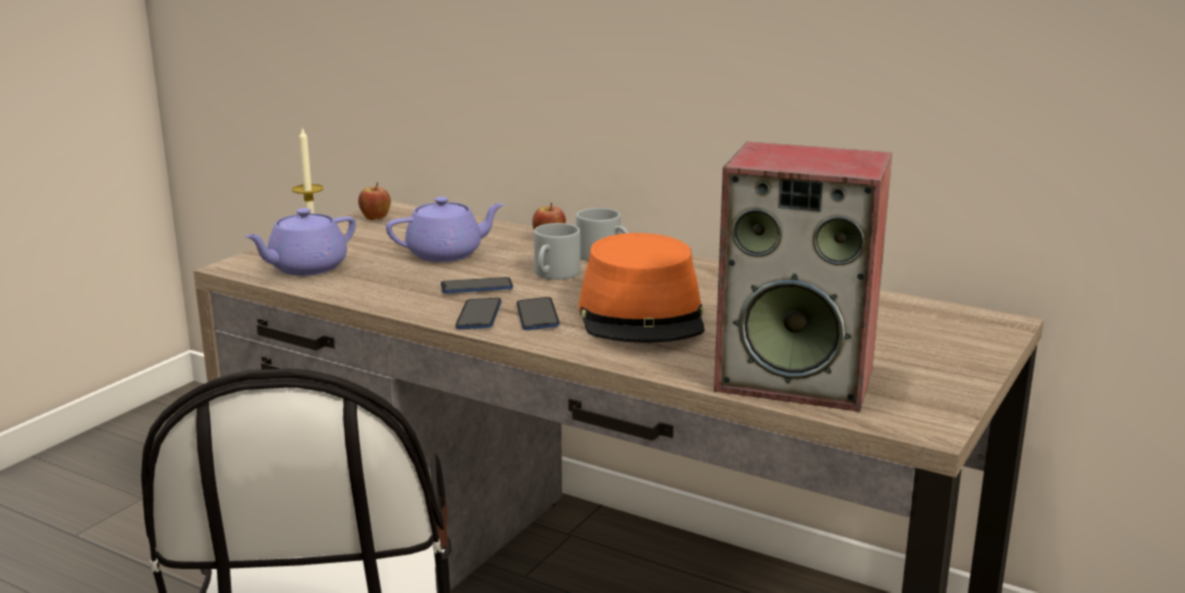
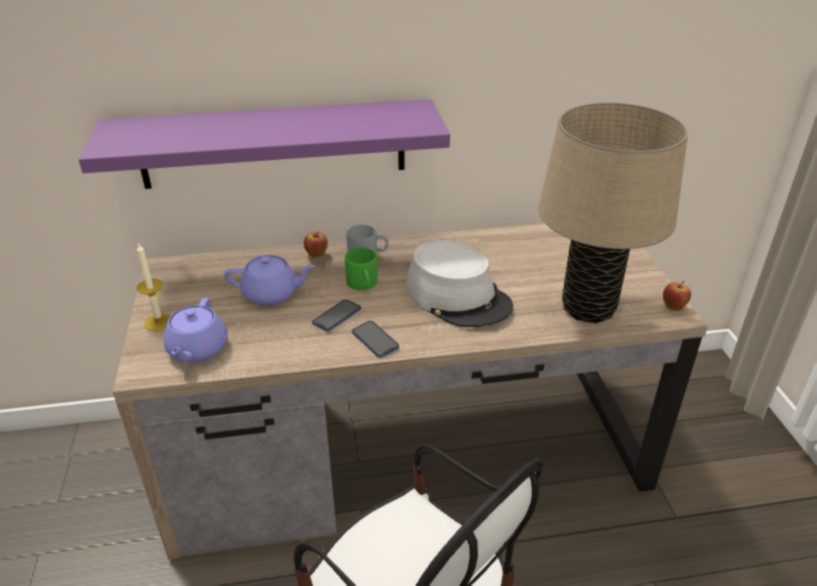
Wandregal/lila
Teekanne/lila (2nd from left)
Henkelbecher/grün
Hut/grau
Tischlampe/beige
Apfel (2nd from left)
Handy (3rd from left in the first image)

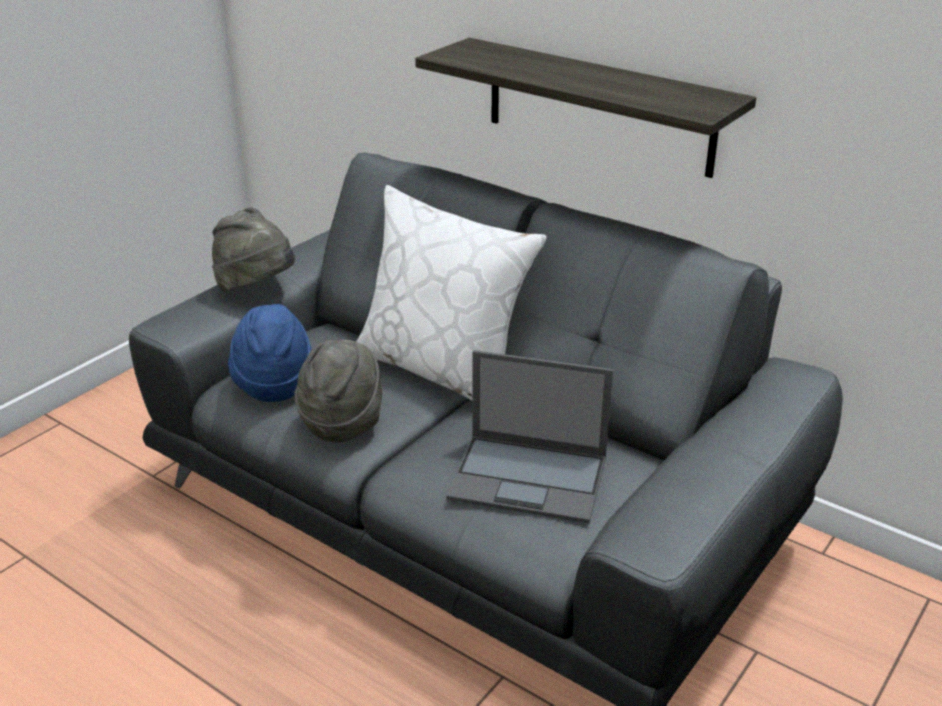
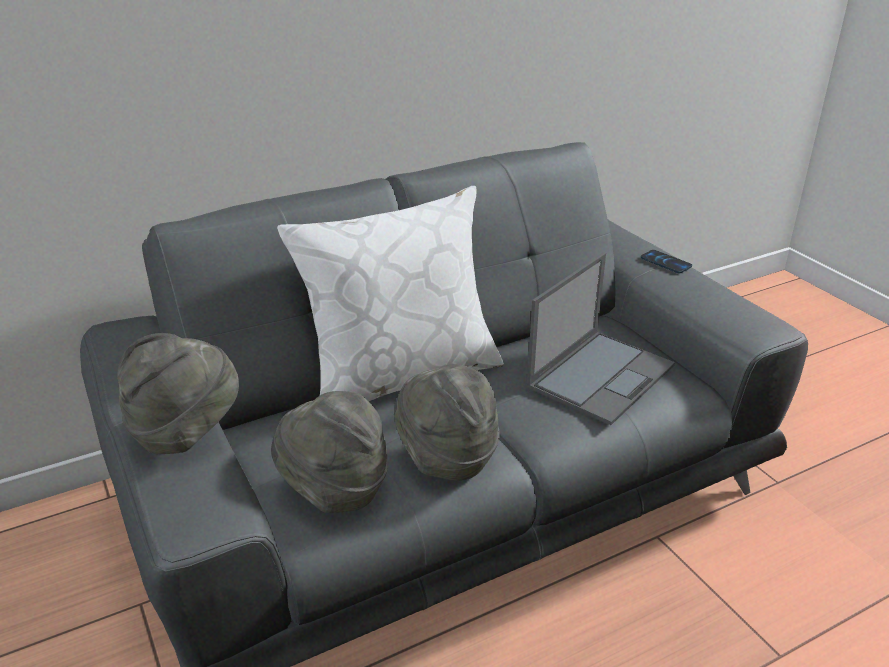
Hut/grau (2nd from left)
Handy
Wandregal

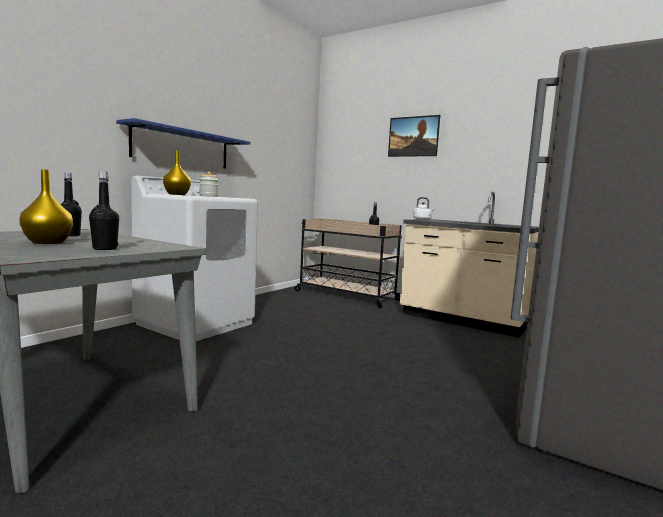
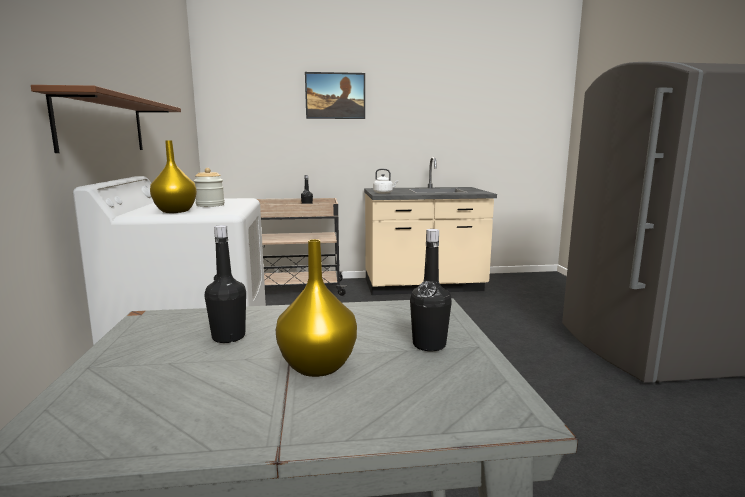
Wandregal/braun

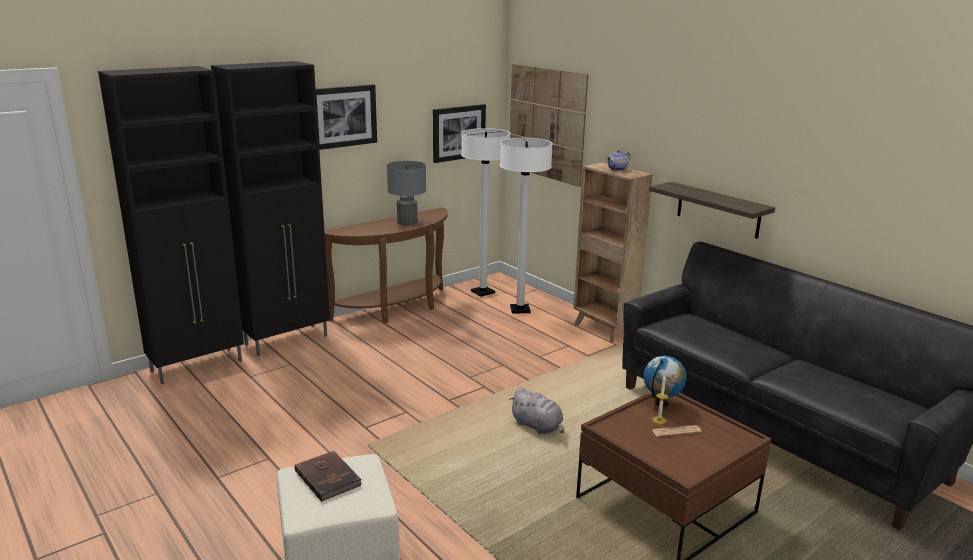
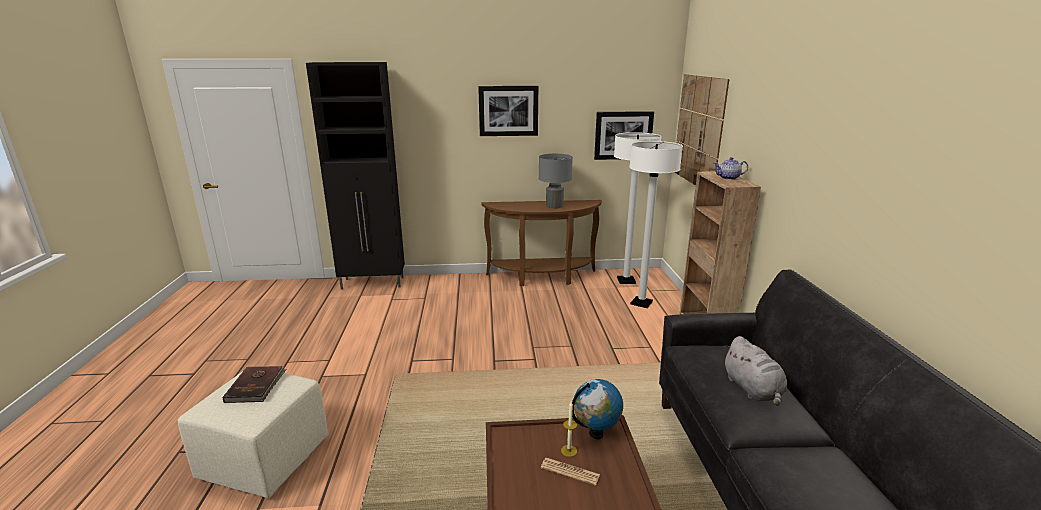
Plüschtier/grau
Schrank/schwarz (2nd from left in the first image)
Wandregal

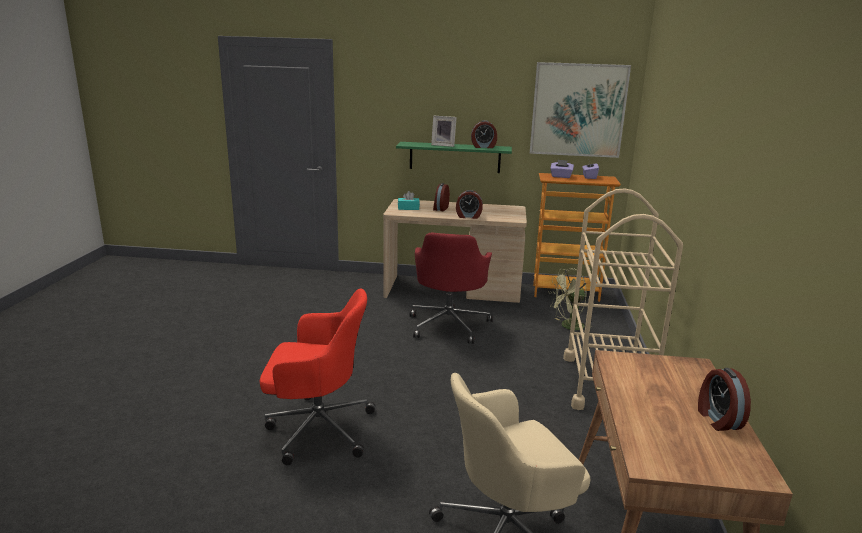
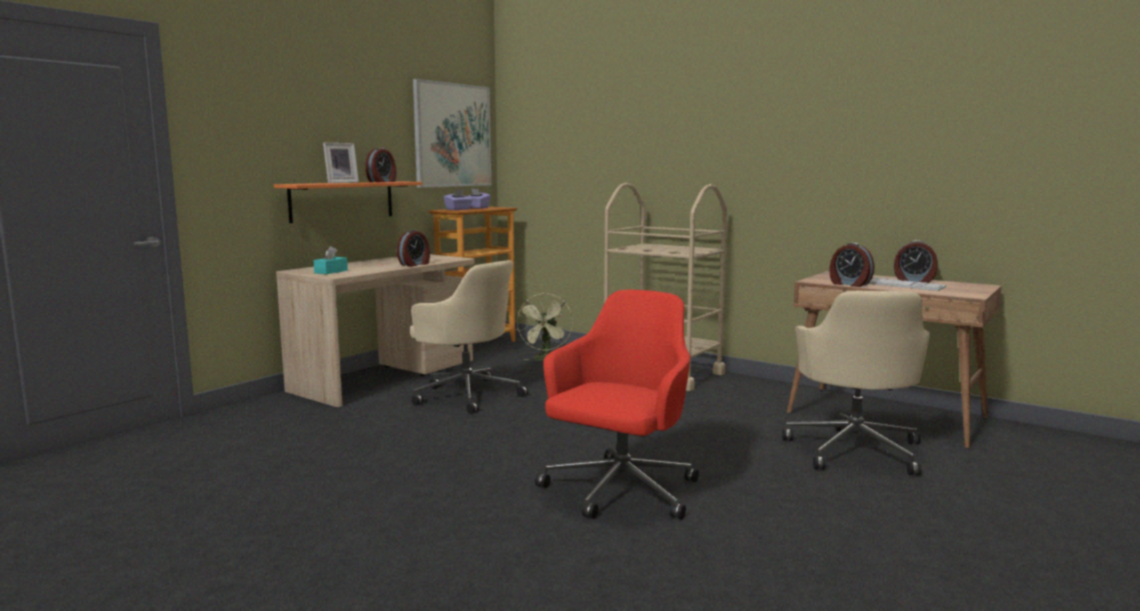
Wandregal/orange
Bürostuhl/beige (1st from left)
Wecker (3rd from left)
Tastatur

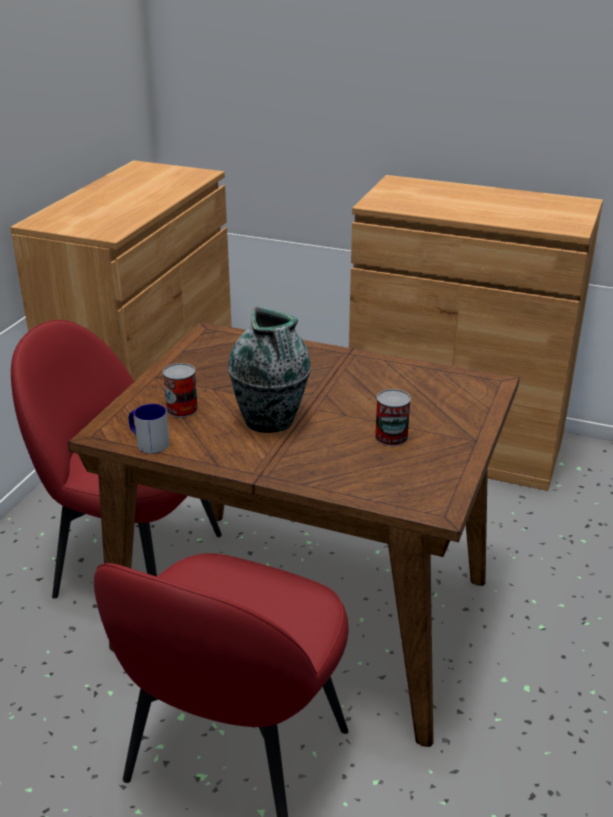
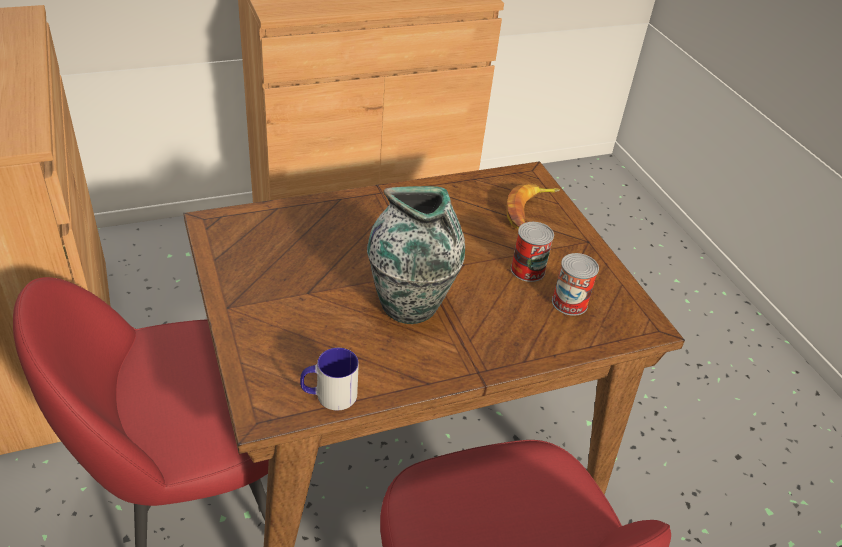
Banane
Dose (2nd from left)

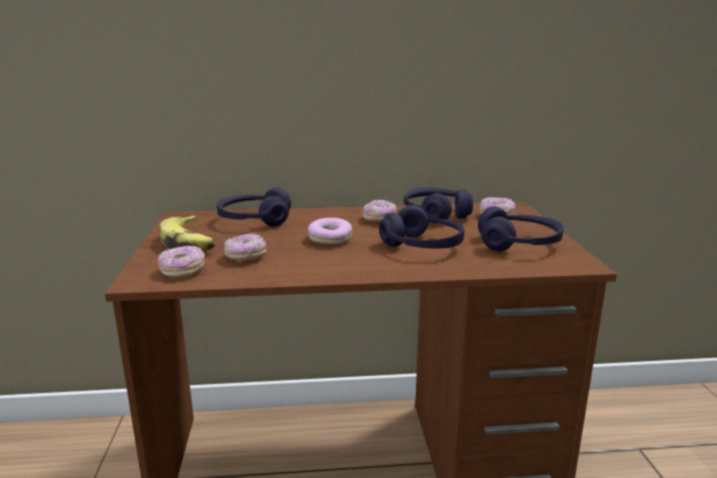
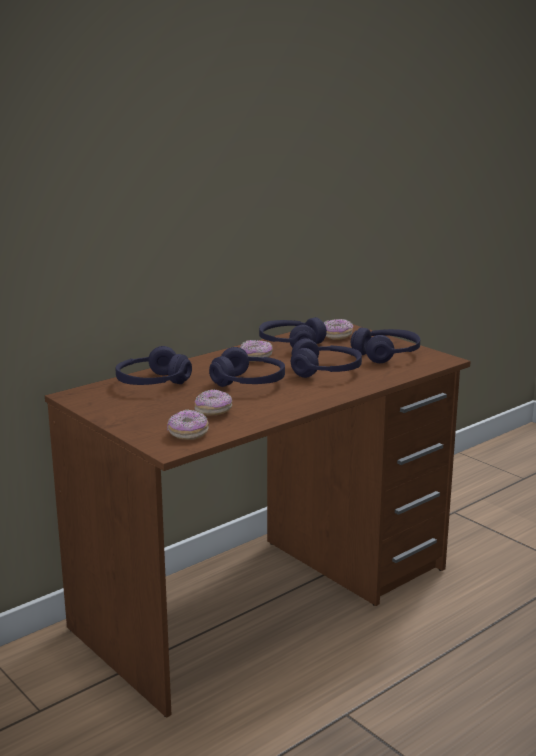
Kopfhörer/lila (2nd from left)
Banane

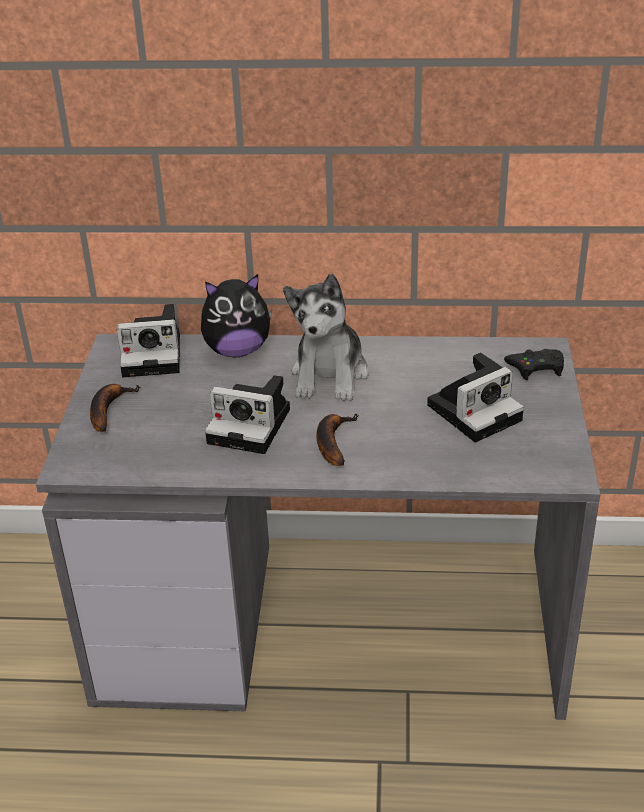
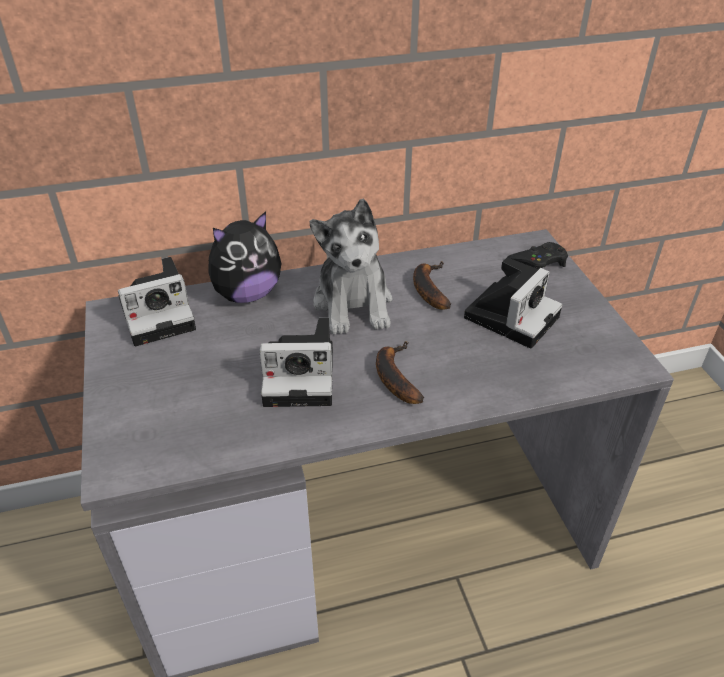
Banane (2nd from left)

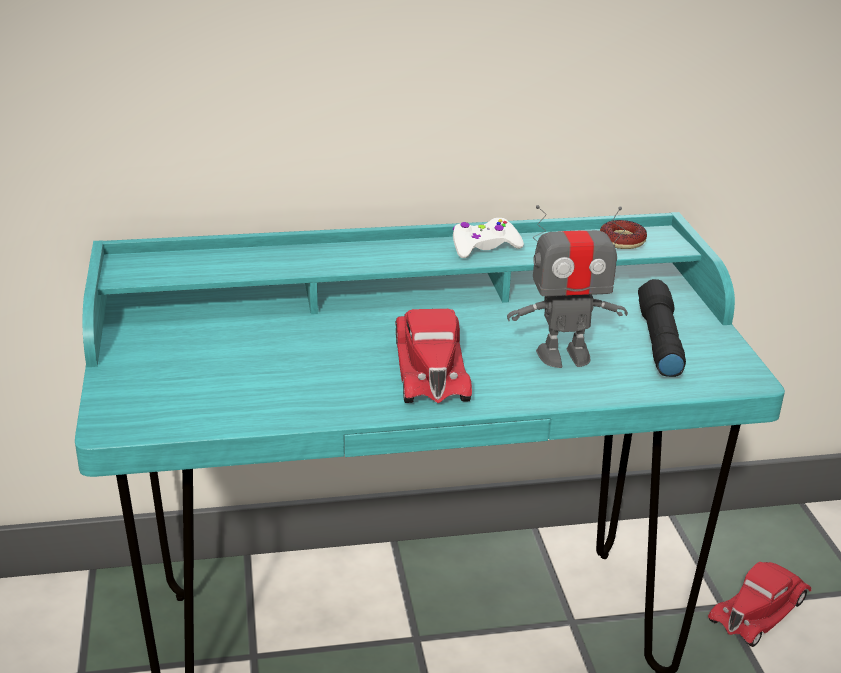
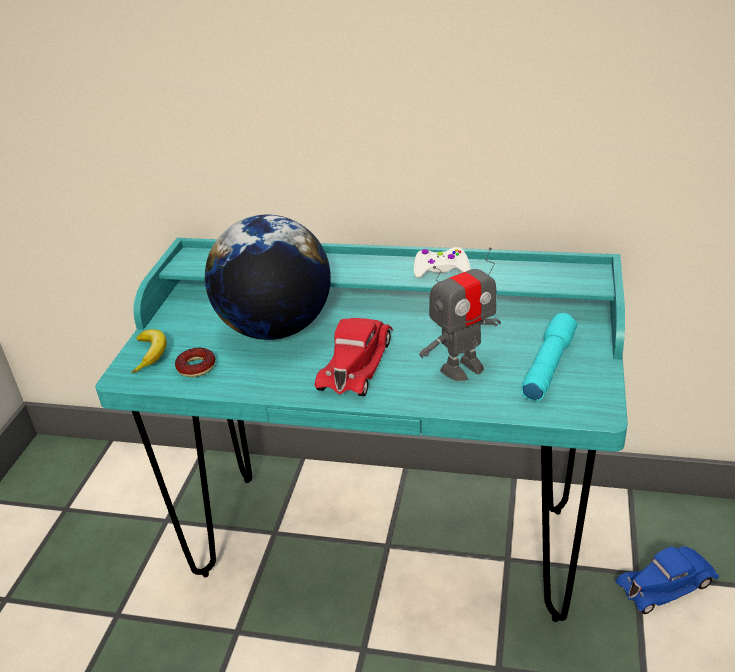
Banane
Donut
Globus
Spielzeugroboter
Taschenlampe/türkis
Spielzeugauto/blau

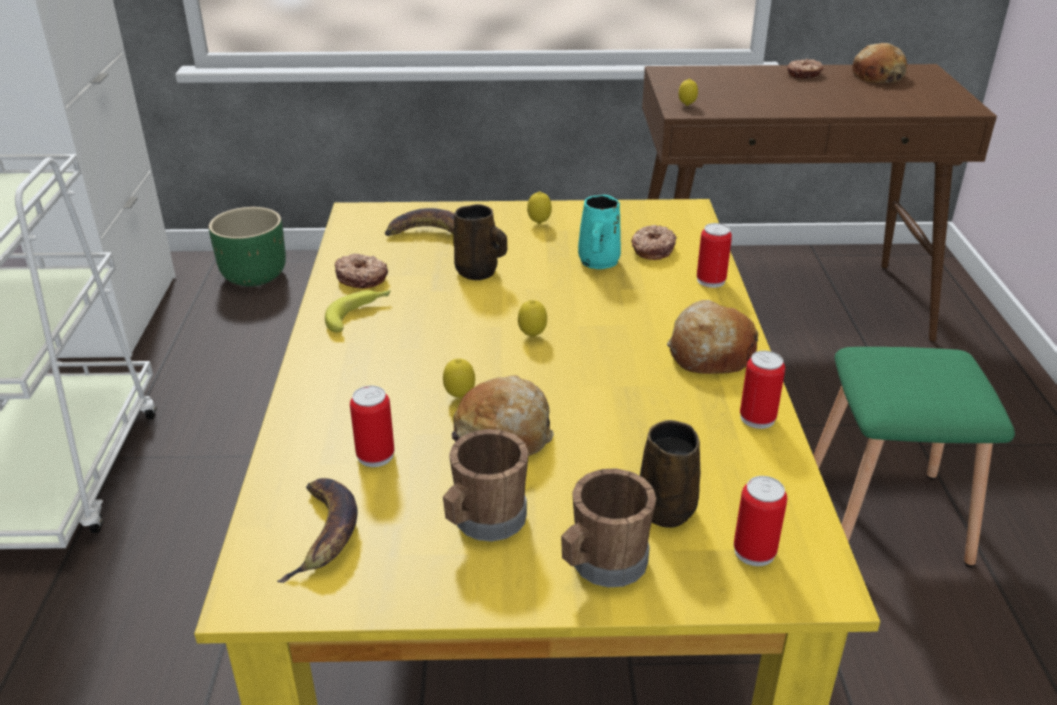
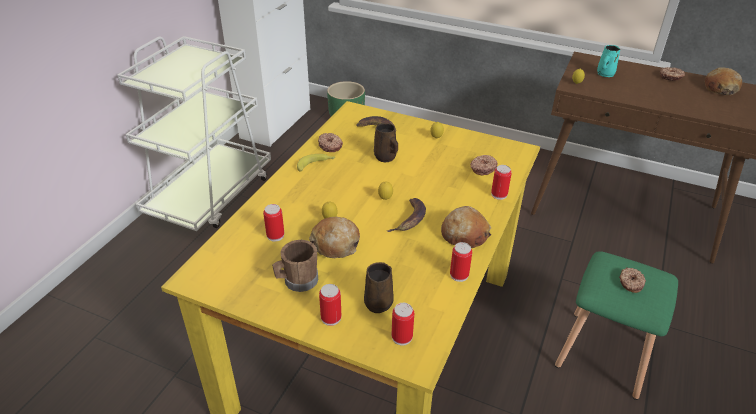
Dose (2nd from left)
Banane (3rd from left)
Henkelbecher/türkis
Donut (3rd from left)

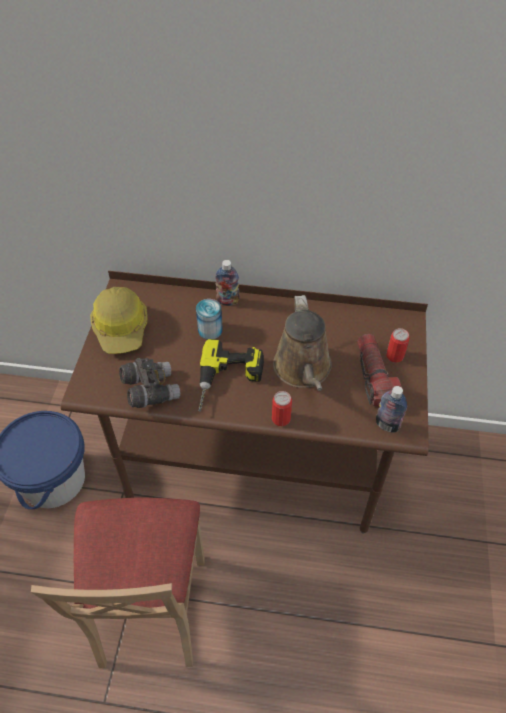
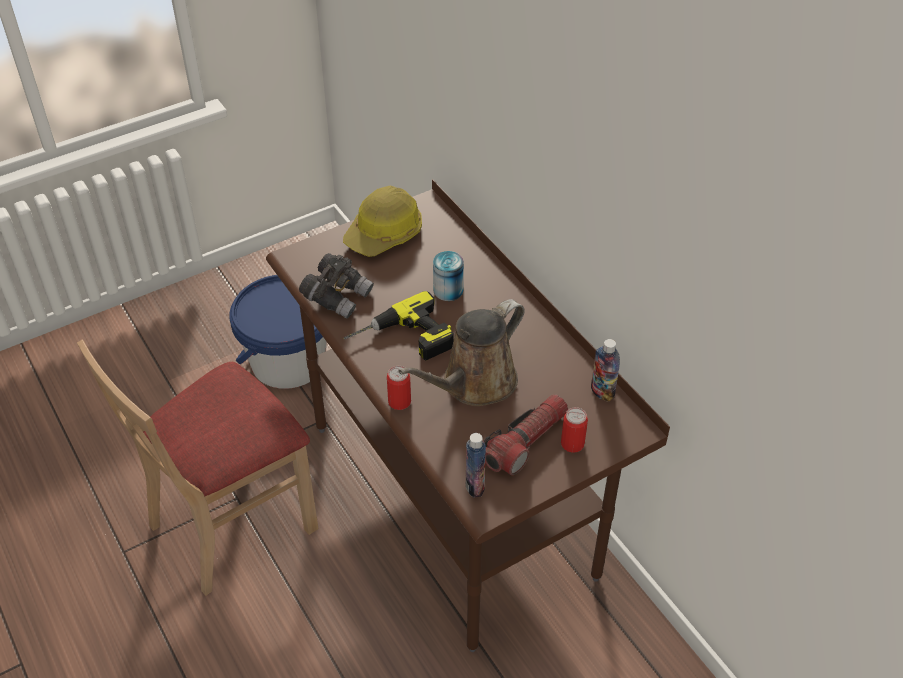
Flasche (2nd from left)

